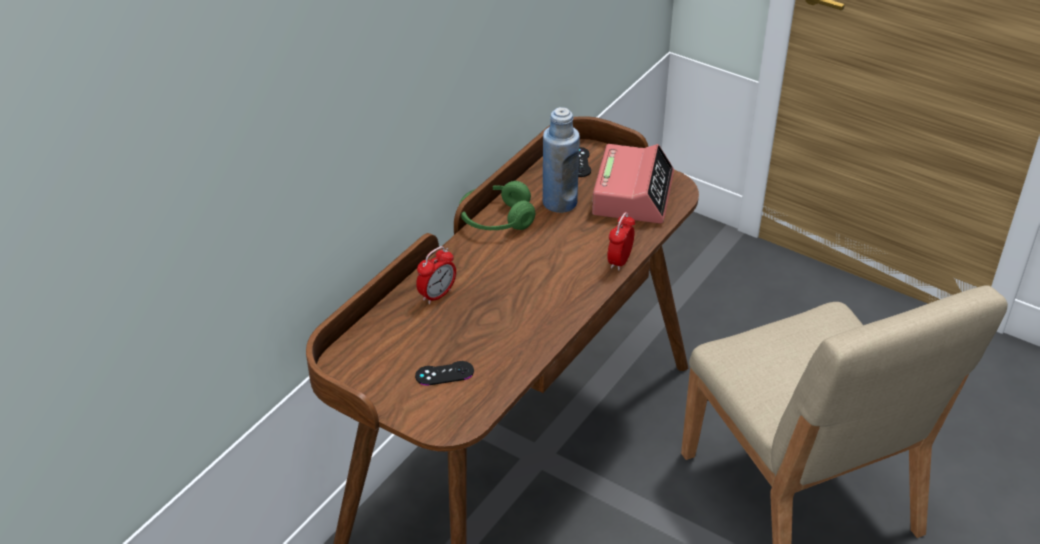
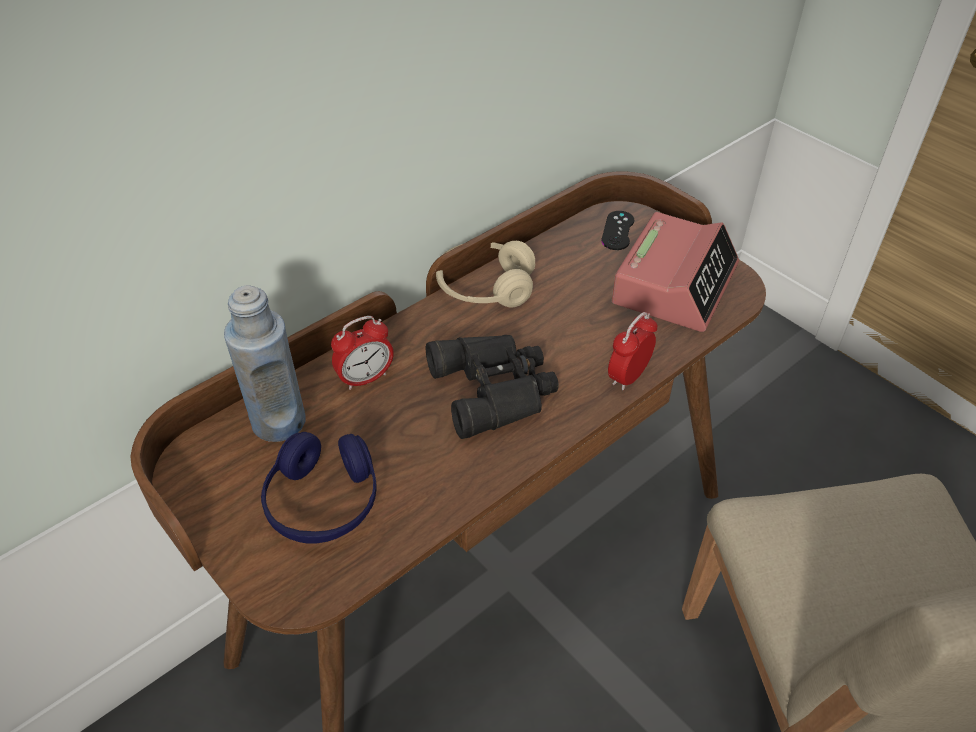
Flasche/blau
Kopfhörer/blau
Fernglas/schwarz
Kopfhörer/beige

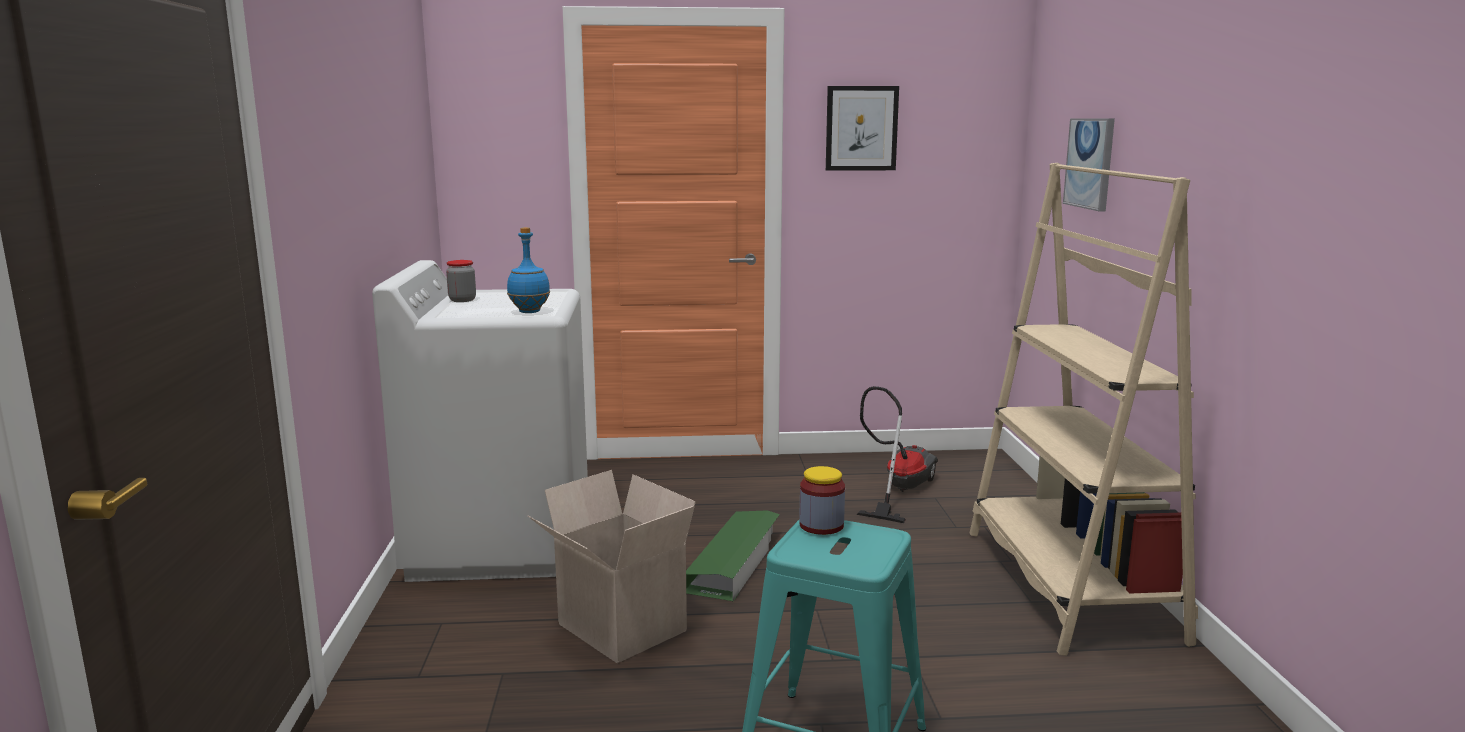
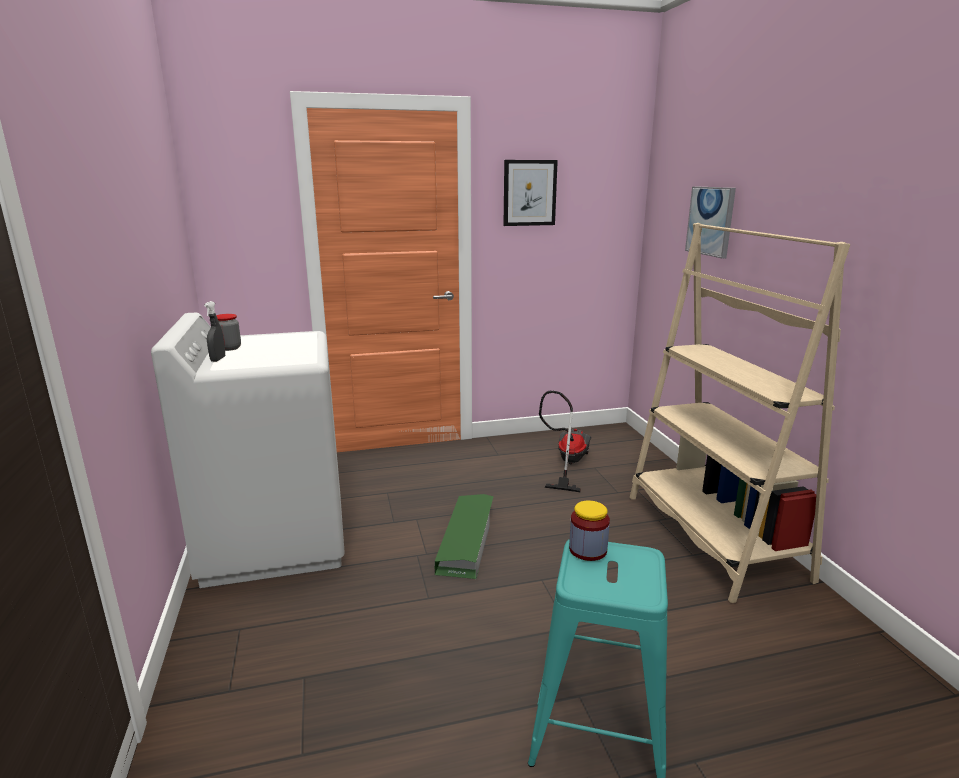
Sprühflasche/grau
Flasche/blau
Karton

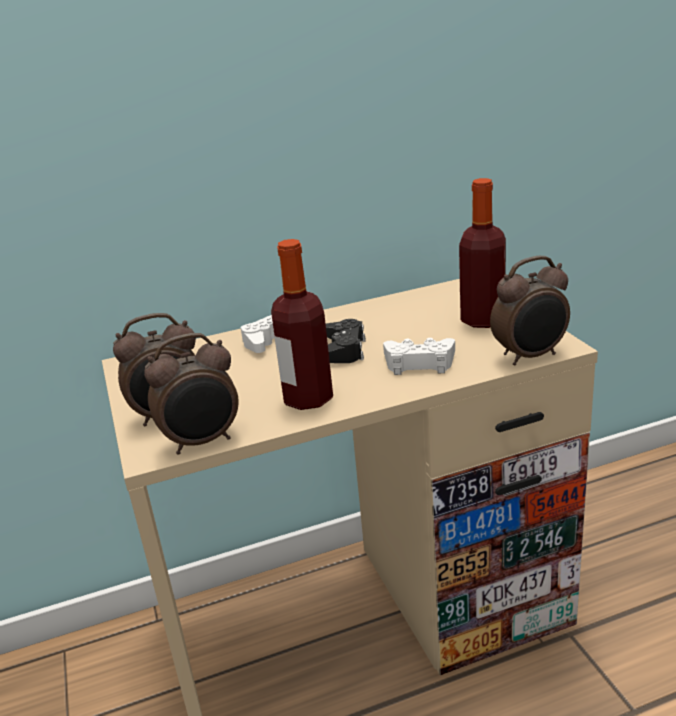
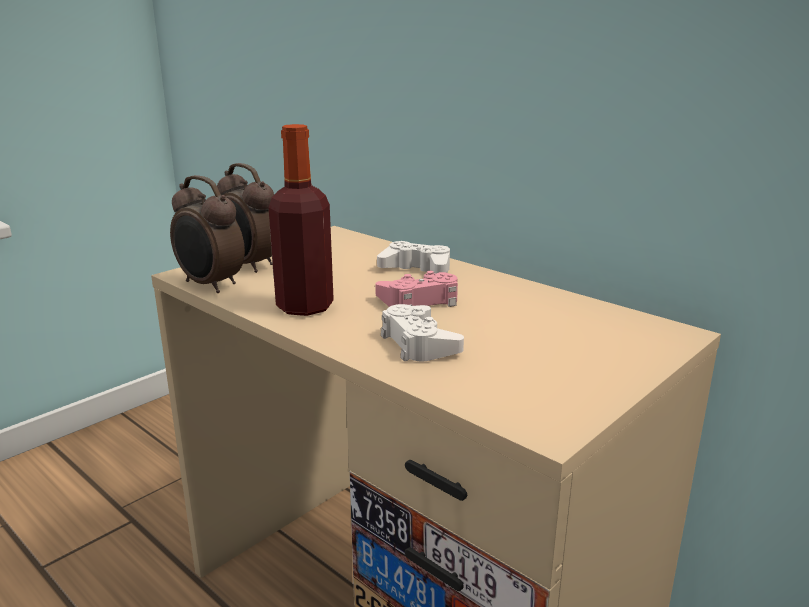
Gamepad/rosa
Flasche (2nd from left in the first image)
Wecker (3rd from left in the first image)

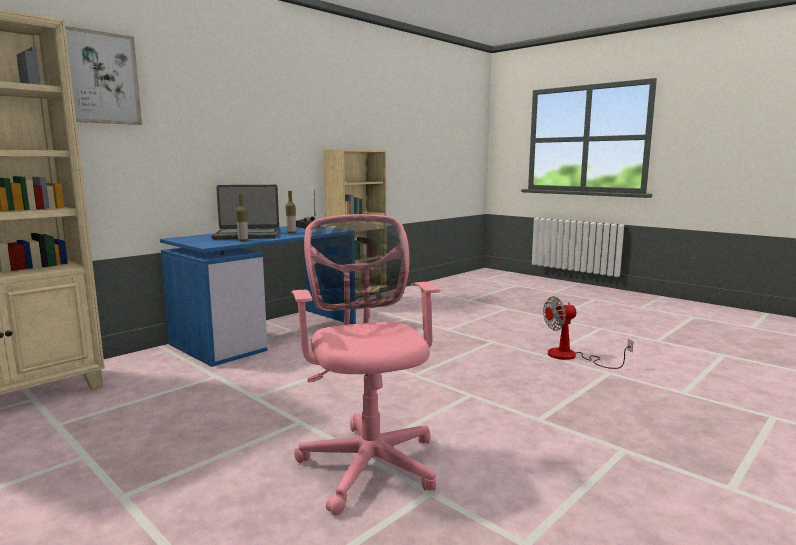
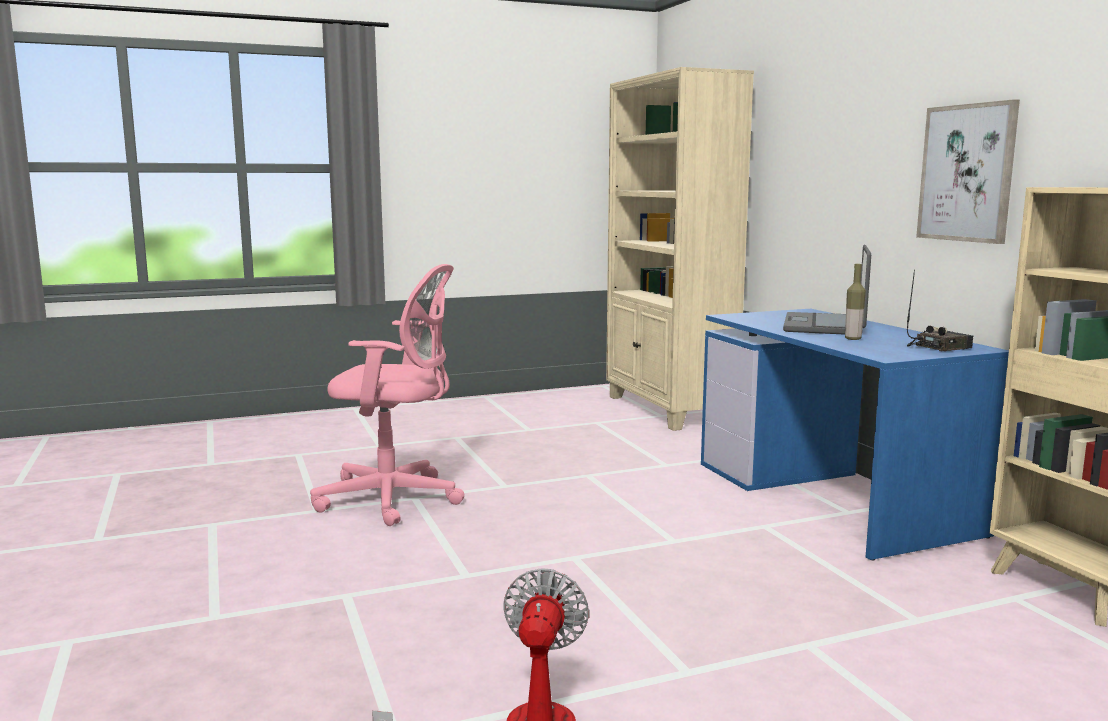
Bild
Flasche (1st from left in the first image)

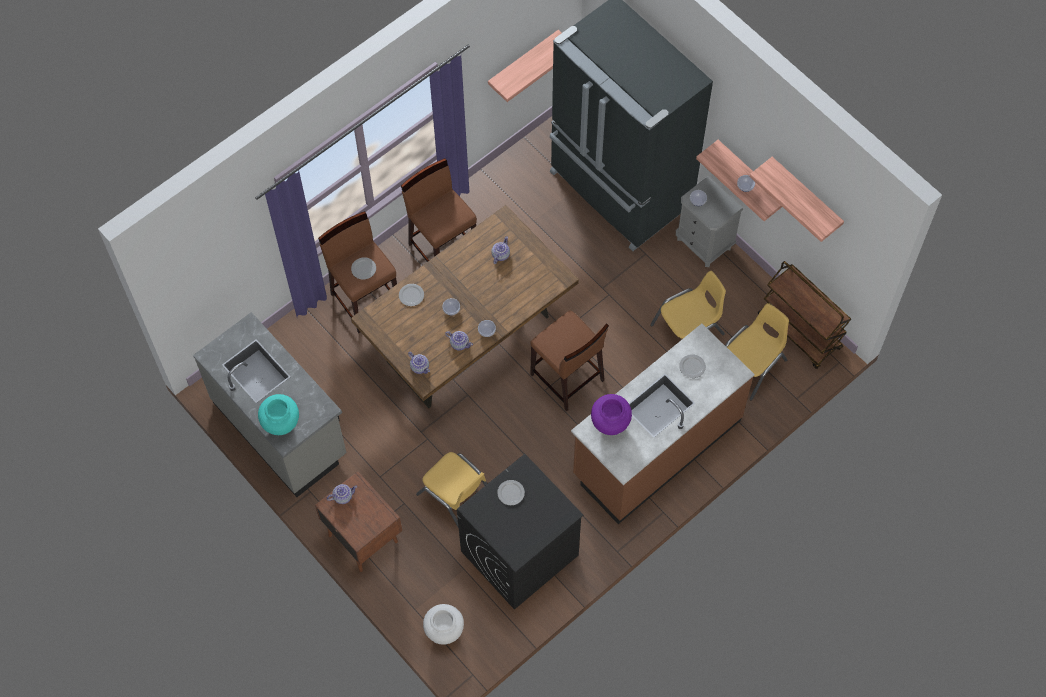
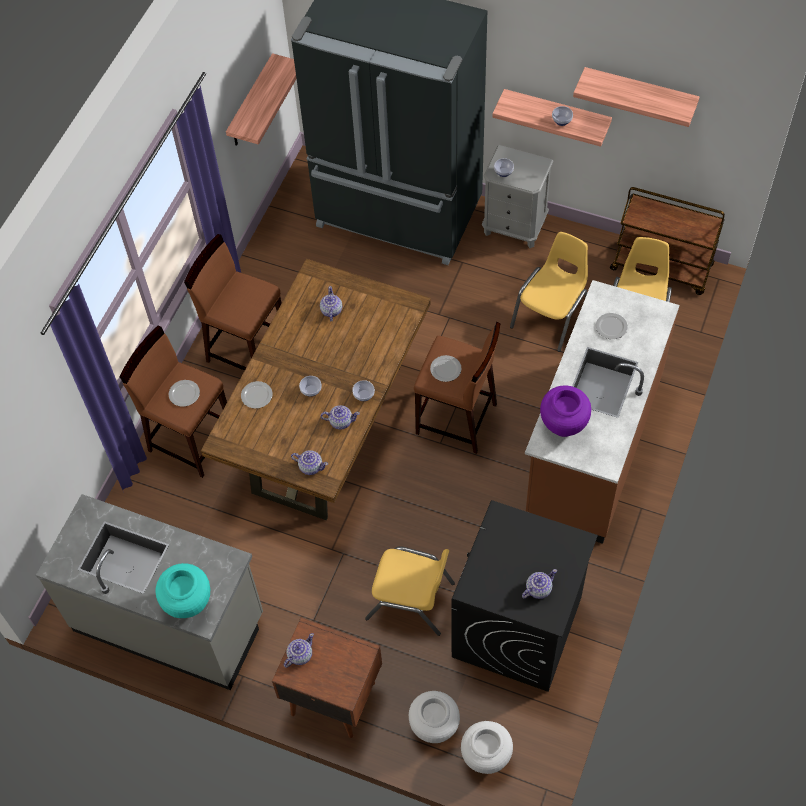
Vase/weiß (1st from left)
Teller (3rd from left)
Teekanne (5th from left)

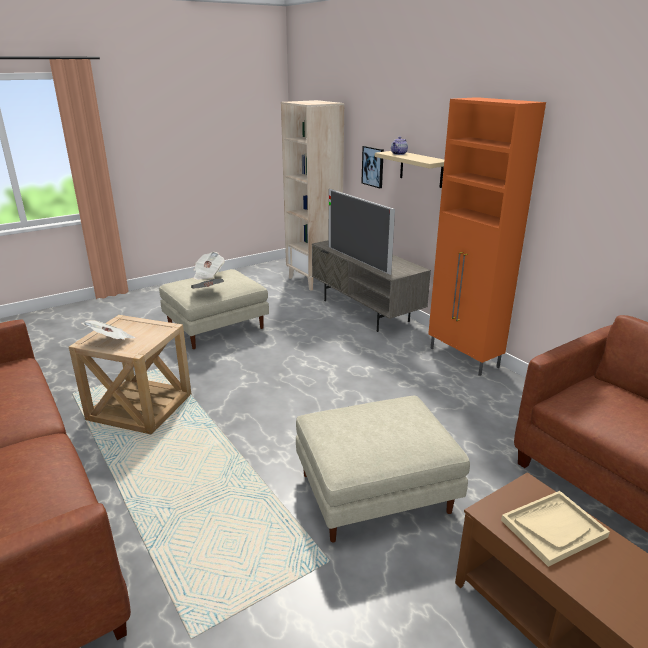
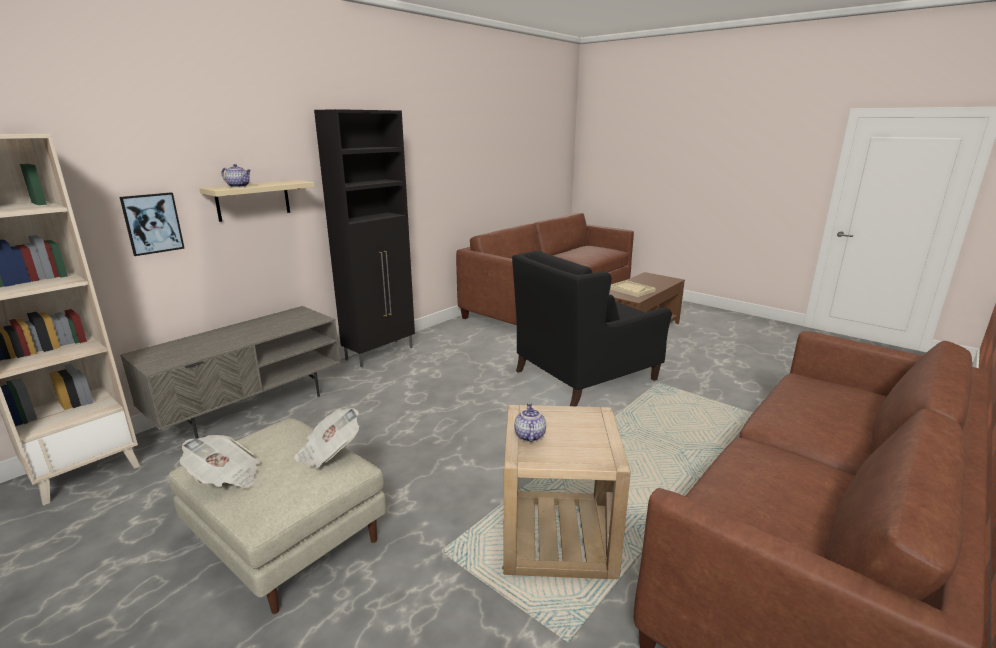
Schrank/schwarz
Sessel/schwarz
Teekanne (2nd from left)
Zeitung (1st from left in the first image)
Fernseher

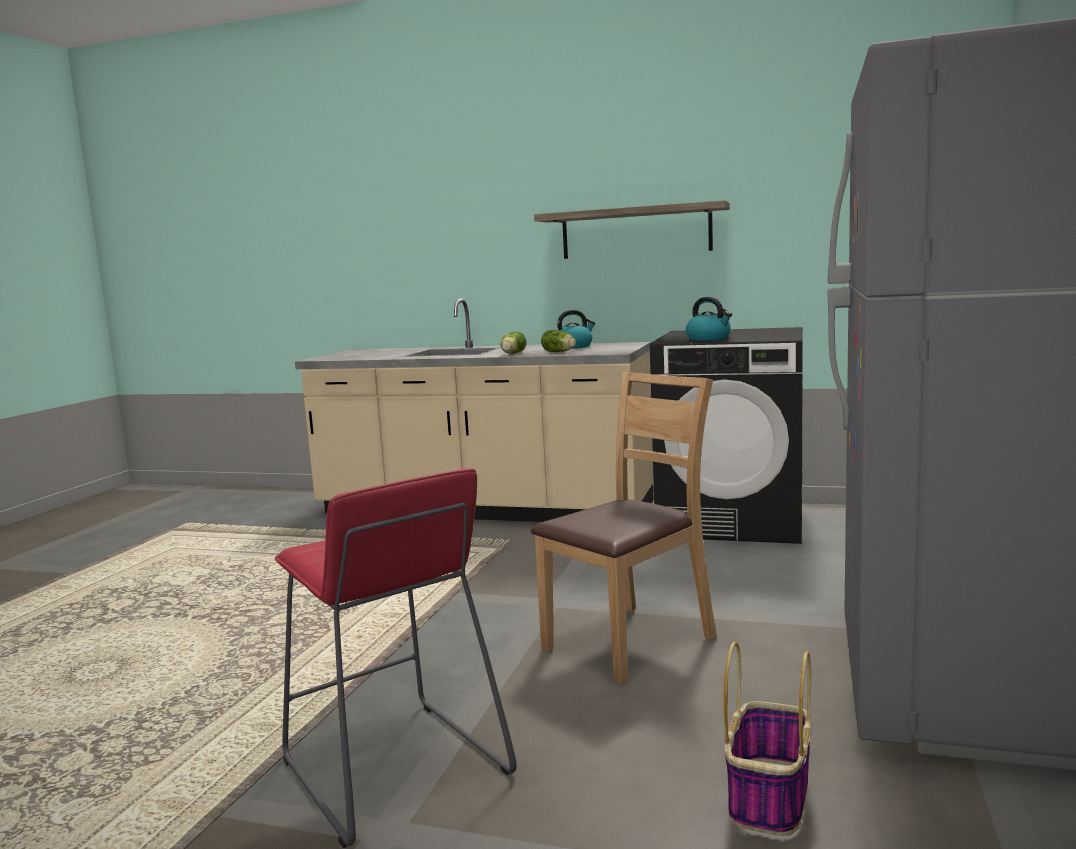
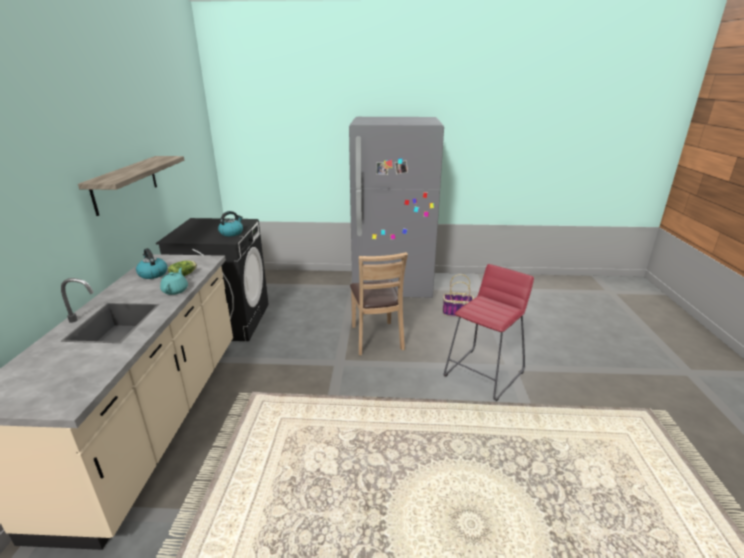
Teekanne/türkis
Stuhl/braun

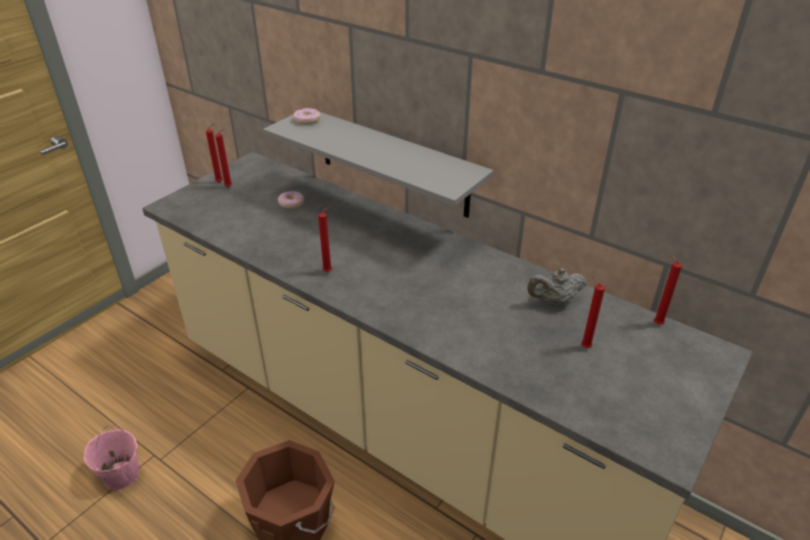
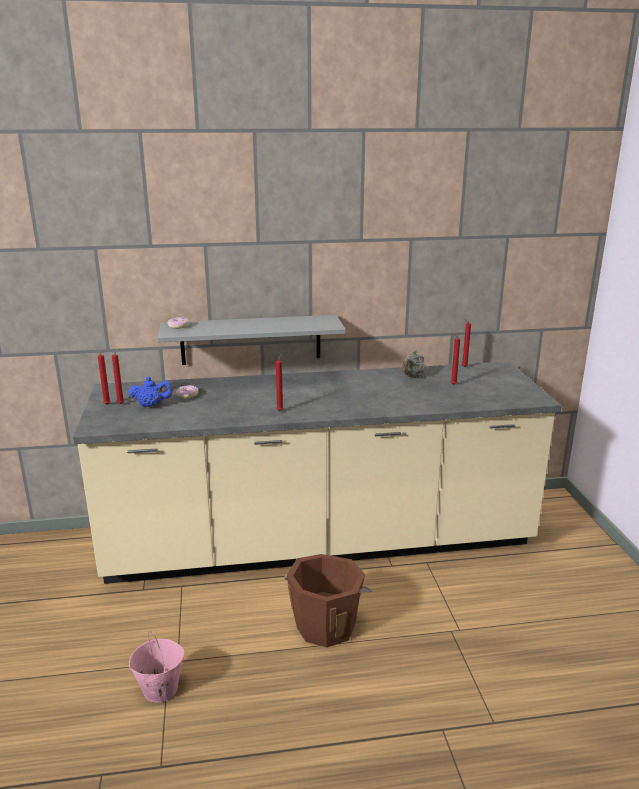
Teekanne/blau

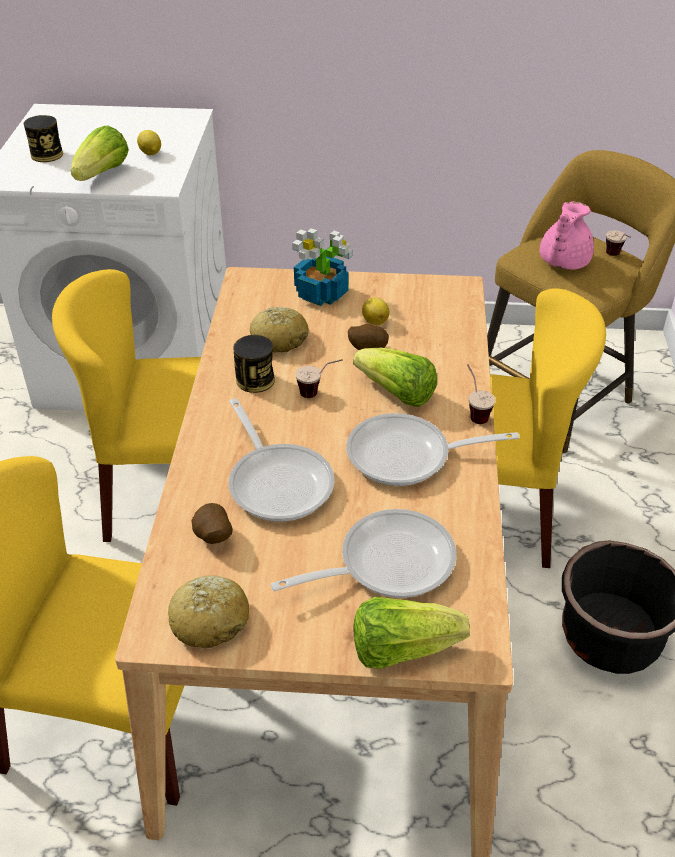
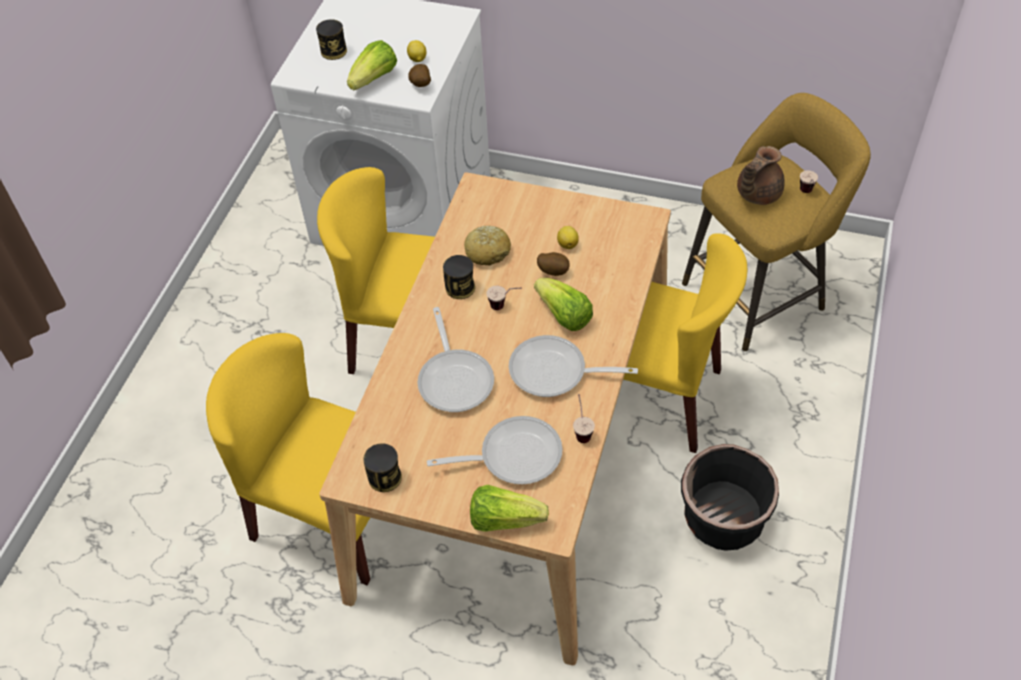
Dose (2nd from left)
Kartoffel (1st from left)
Tasse (2nd from left)
Teekanne/braun
Topfpflanze

